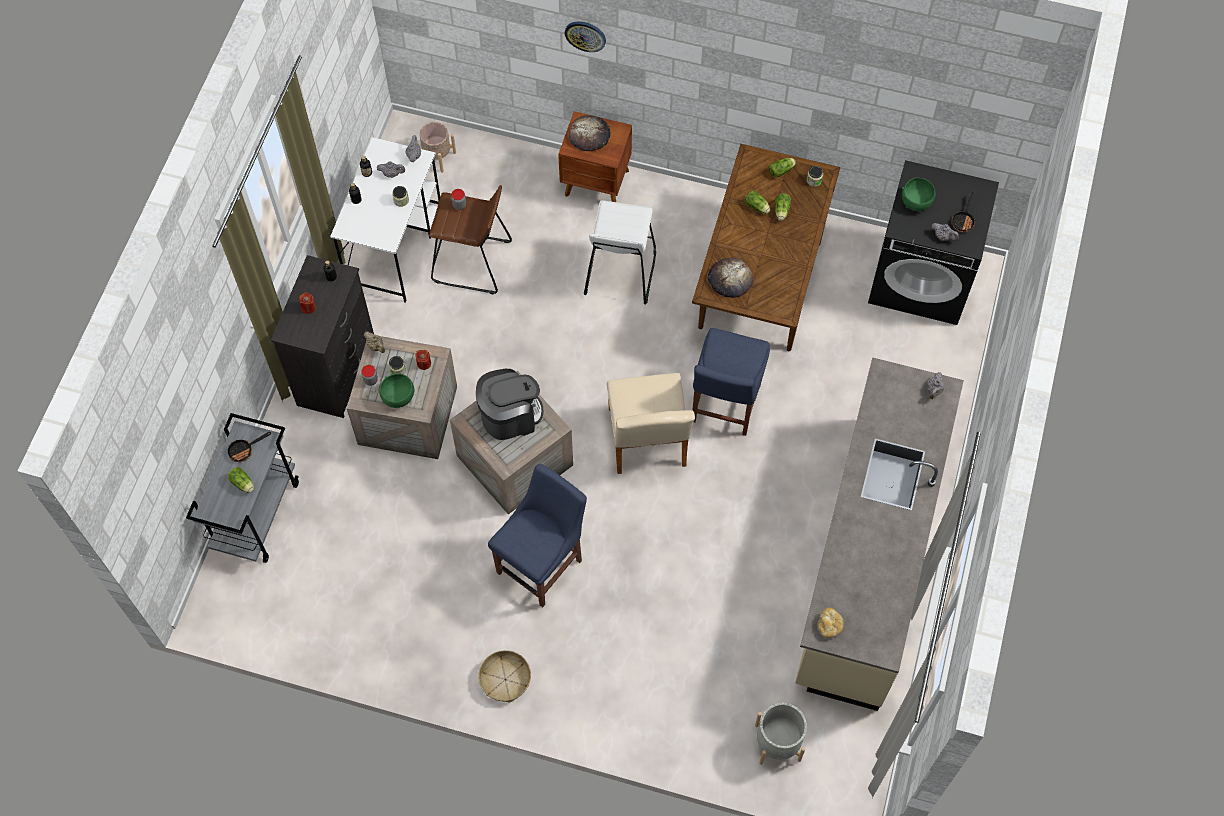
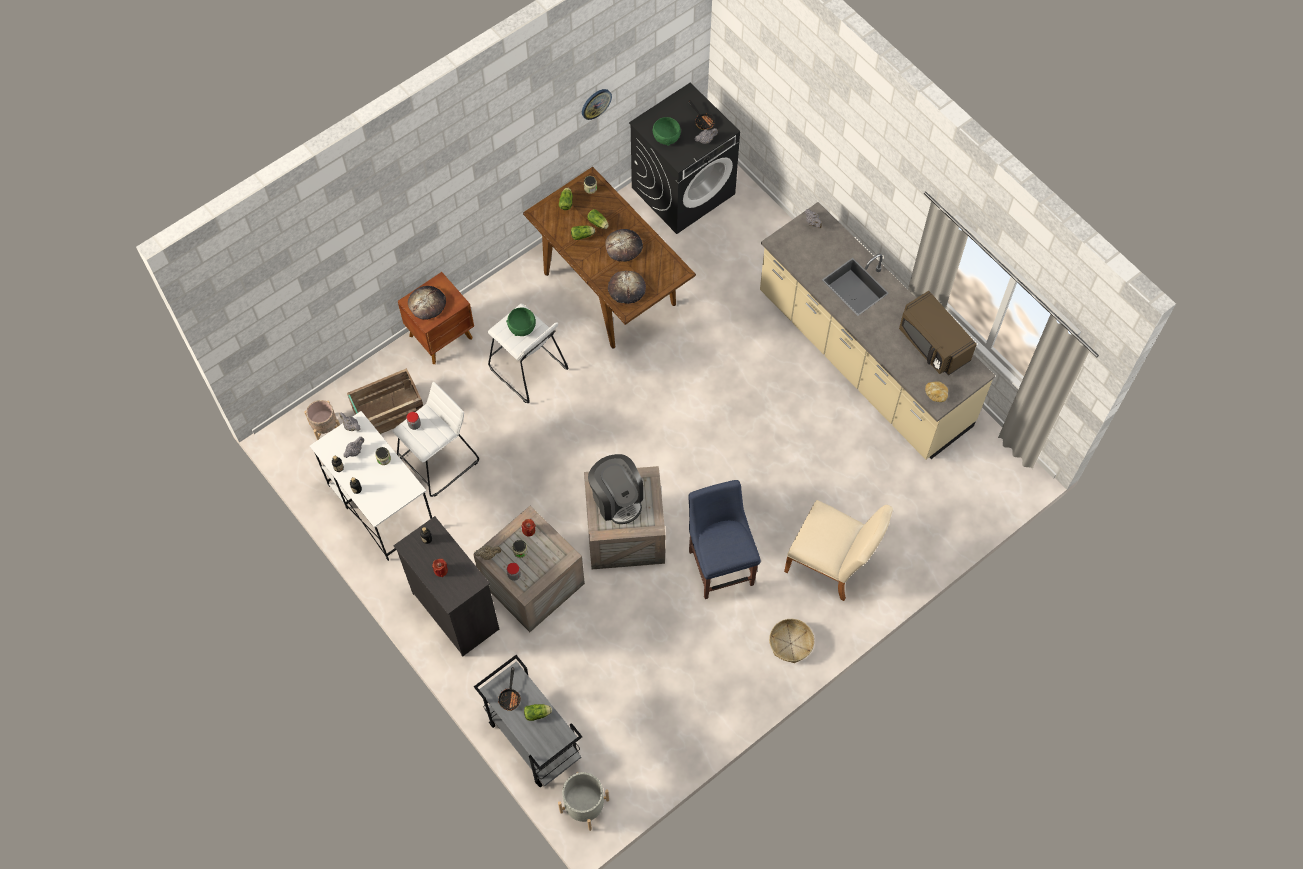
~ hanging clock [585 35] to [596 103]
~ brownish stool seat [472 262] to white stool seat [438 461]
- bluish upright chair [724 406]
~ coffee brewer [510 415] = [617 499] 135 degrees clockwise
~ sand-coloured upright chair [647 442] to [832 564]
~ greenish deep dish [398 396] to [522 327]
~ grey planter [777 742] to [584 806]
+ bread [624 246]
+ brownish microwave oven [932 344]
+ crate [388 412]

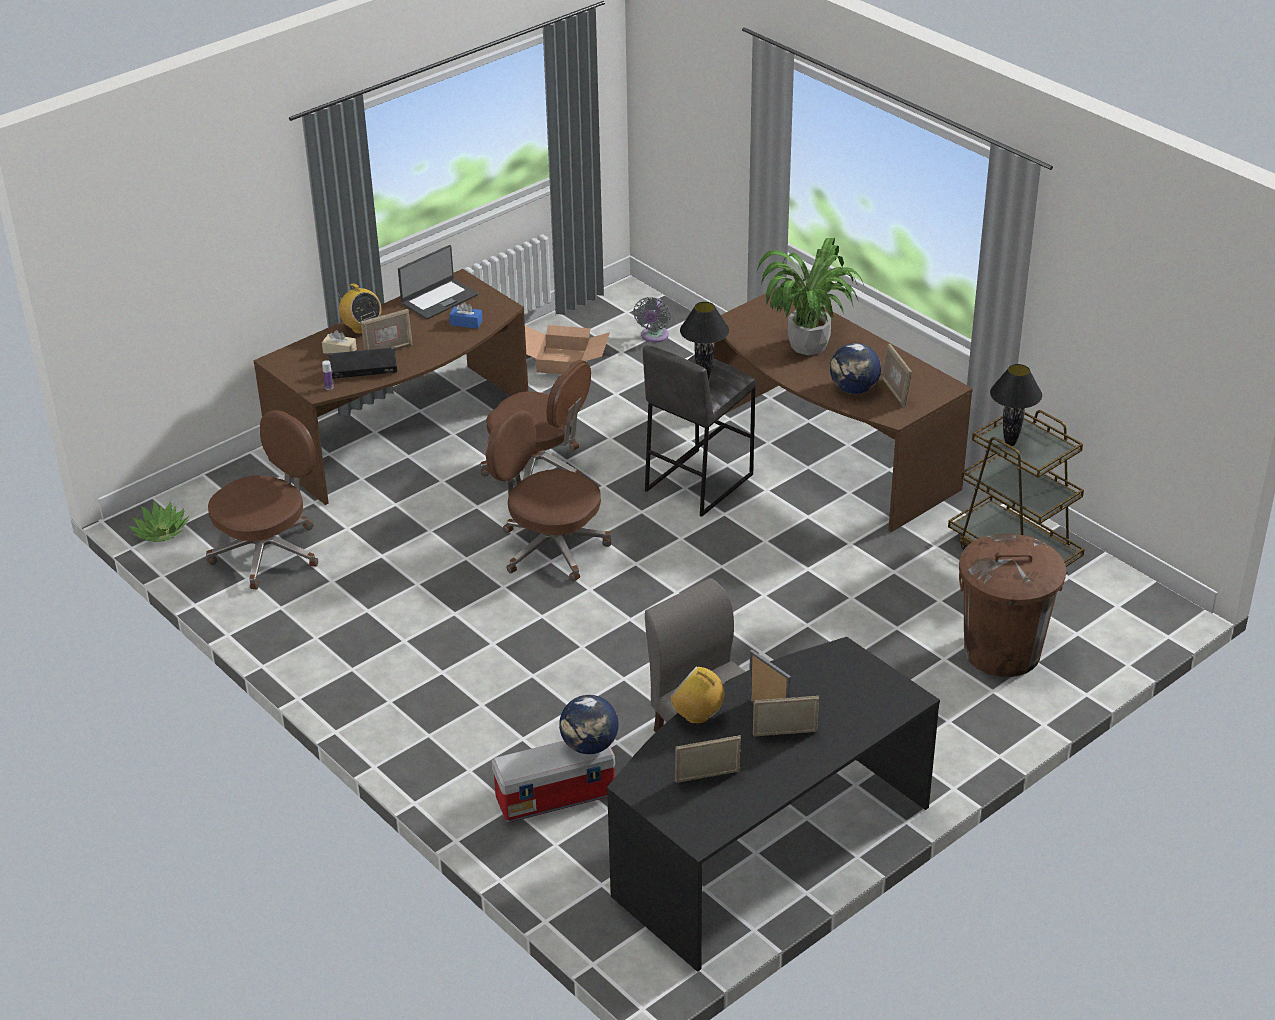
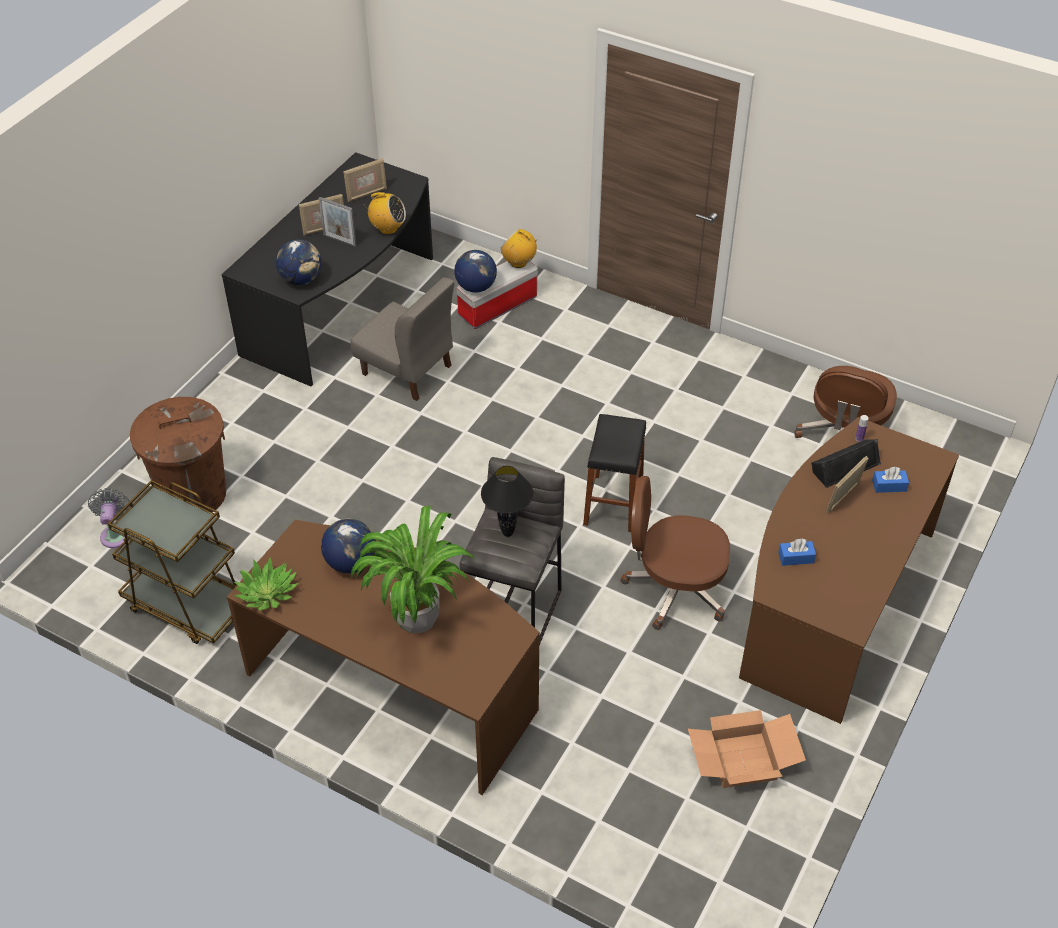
- laptop [439 299]
~ radio [362 328] to [519 262]
~ grey electric fan [654 337] to [115 533]
~ sand-coloured tissue box [339 351] to bluish tissue box [889 486]
- standing frame [895 392]
- blackish table lamp [1010 443]
~ brownish desk chair [550 547] to blackish stool seat [613 503]
~ houseplant [161 532] to [267 592]
+ desk globe [301 279]

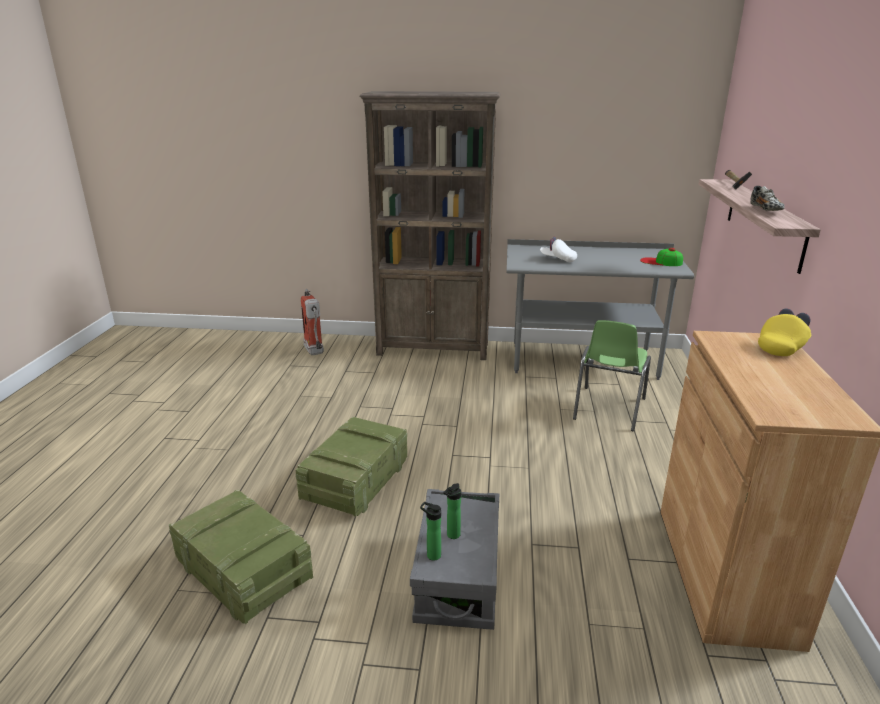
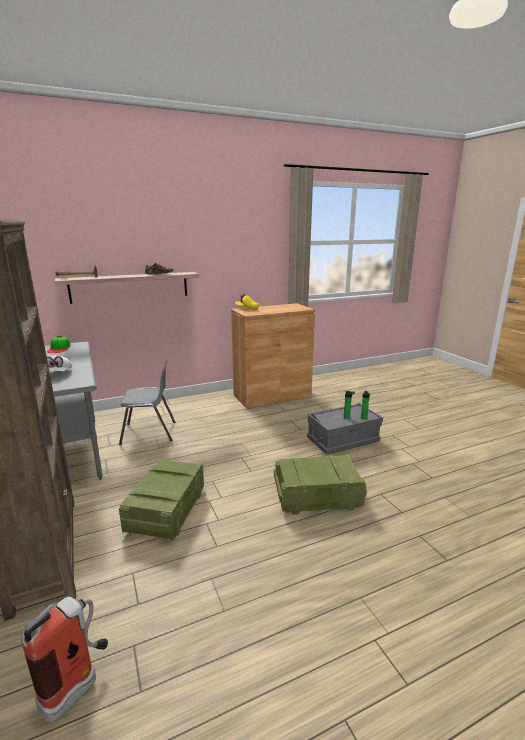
~ greenish upright chair [608 409] to grey upright chair [149 433]
~ crate [242 572] to [166 512]

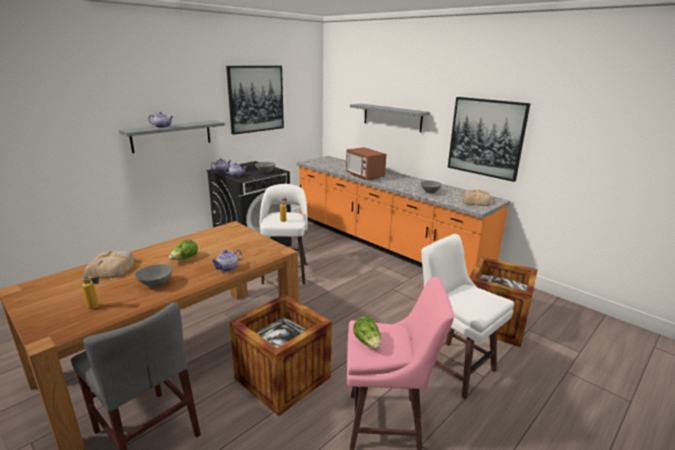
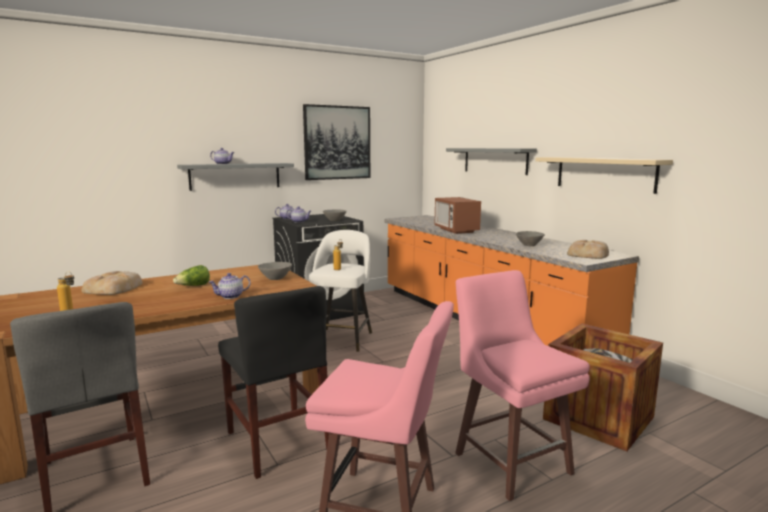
~ picture [486 138] to sand-coloured shelf [604 174]
~ white stool seat [453 367] to pinkish stool seat [511 461]
~ grey deep dish [155 284] to [275 278]
~ crate [282 377] to blackish upright chair [278 441]
- head of lettuce [368 342]

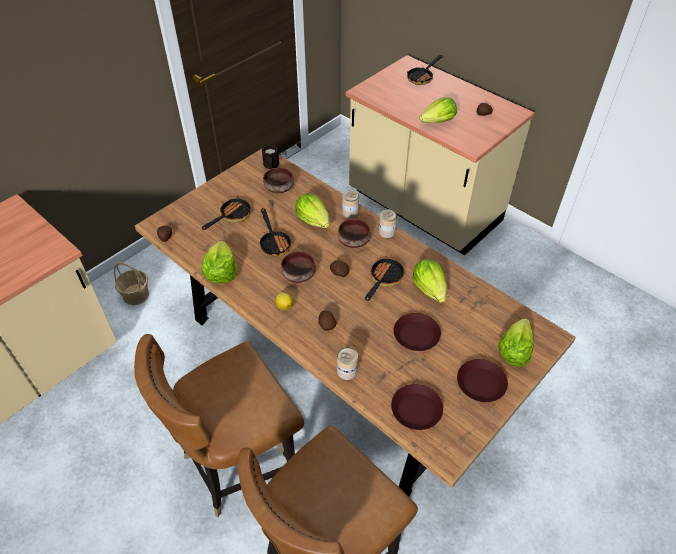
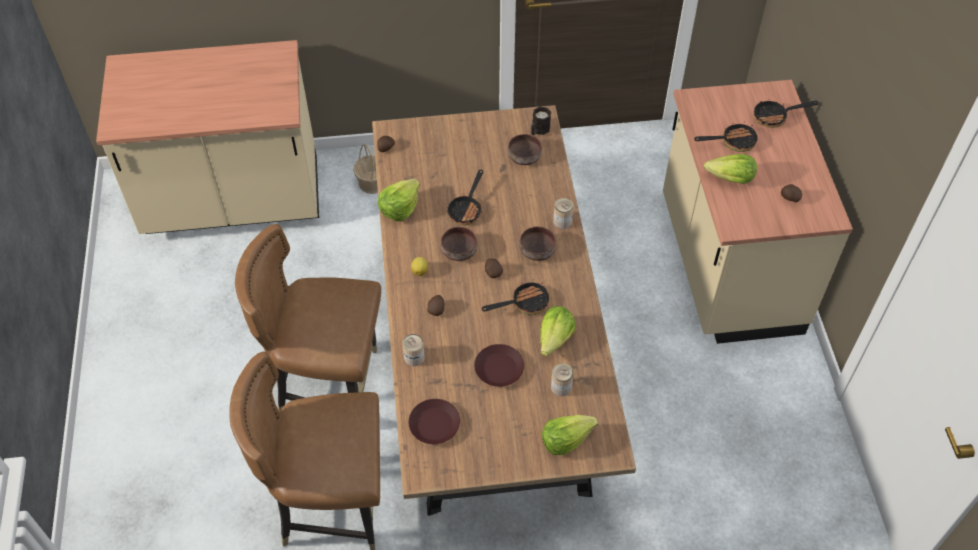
- head of lettuce [314 220]
~ frying pan [232 216] to [733 142]
~ sealed can [387 232] to [561 387]
- brownish plate [480 383]

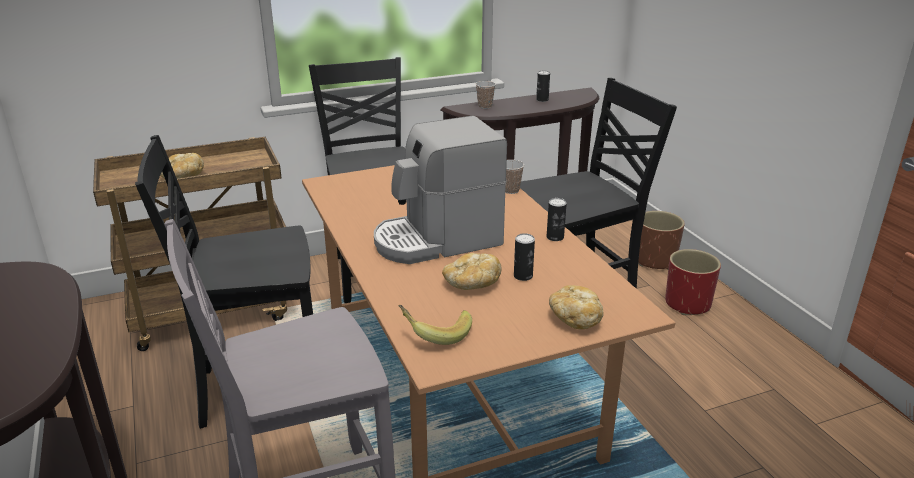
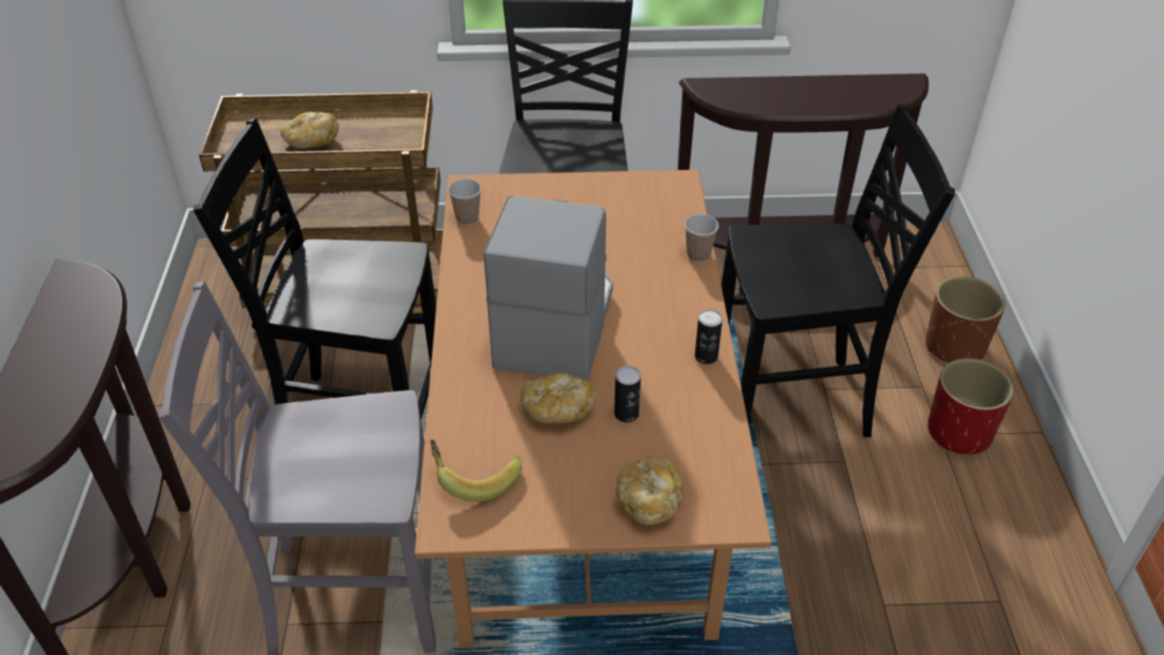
- sealed can [542 100]
~ cup [485 106] to [467 218]
~ coffee brewer [437 240] = [555 325] 105 degrees clockwise

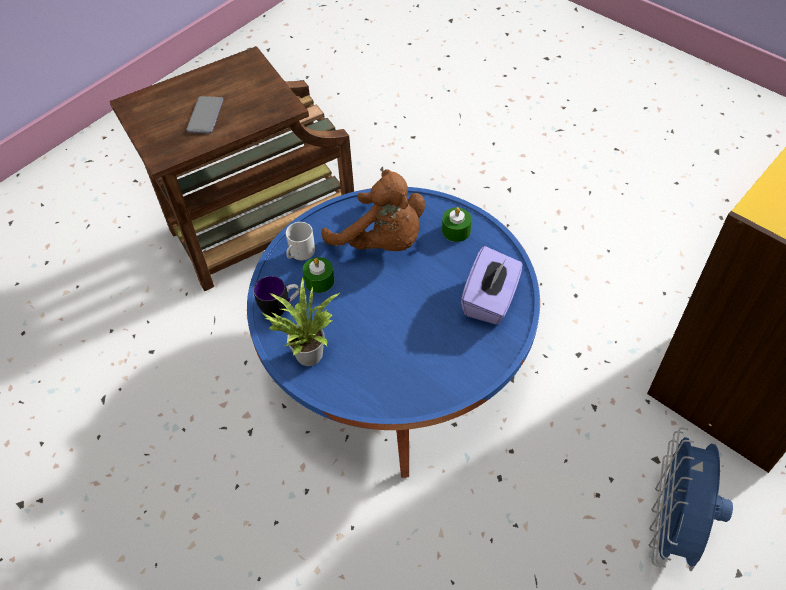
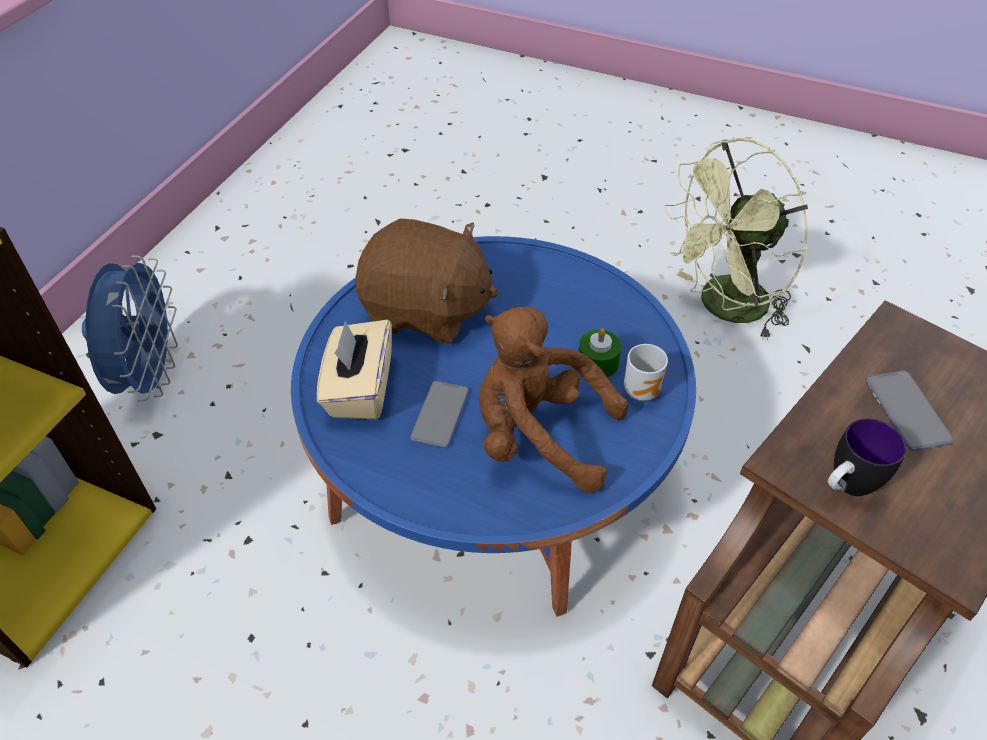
- greenish wax candle [456 230]
~ purple tissue box [490 300] to sand-coloured tissue box [359 389]
~ tea mug [281 308] to [845 487]
- houseplant [307 352]
+ greenish electric fan [723 308]
+ brownish cuddly toy [426 311]
+ telephone [440 415]

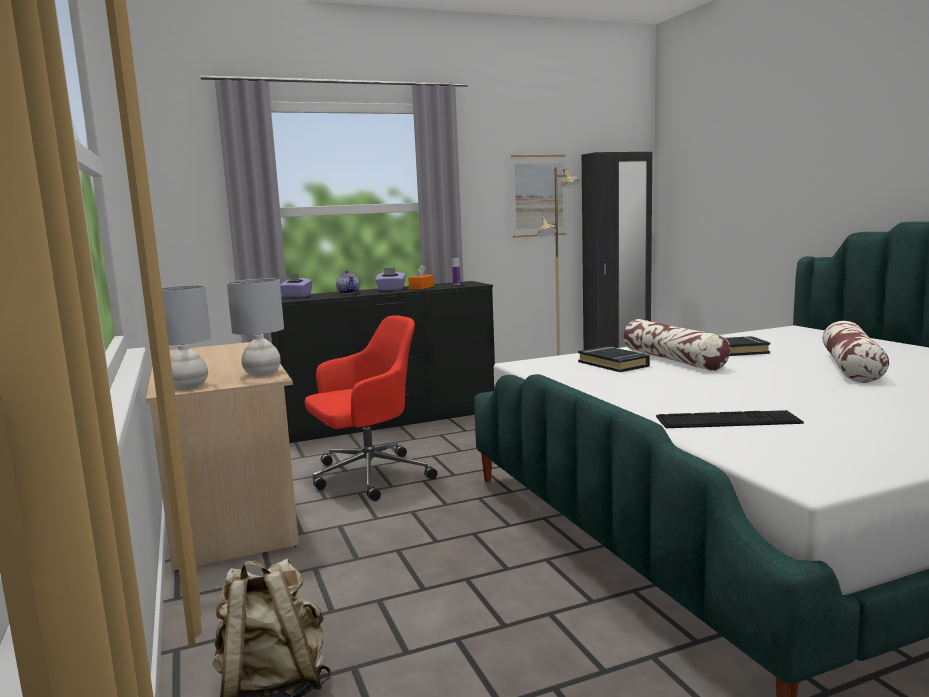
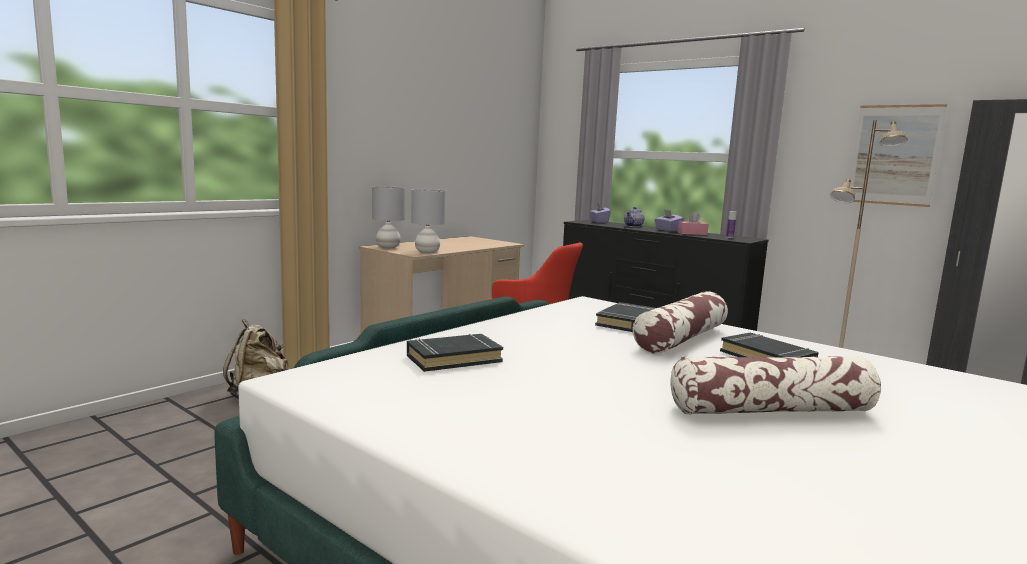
~ orange tissue box [421 287] to pinkish tissue box [692 233]
~ keyboard [727 420] to blackish volume [453 358]

